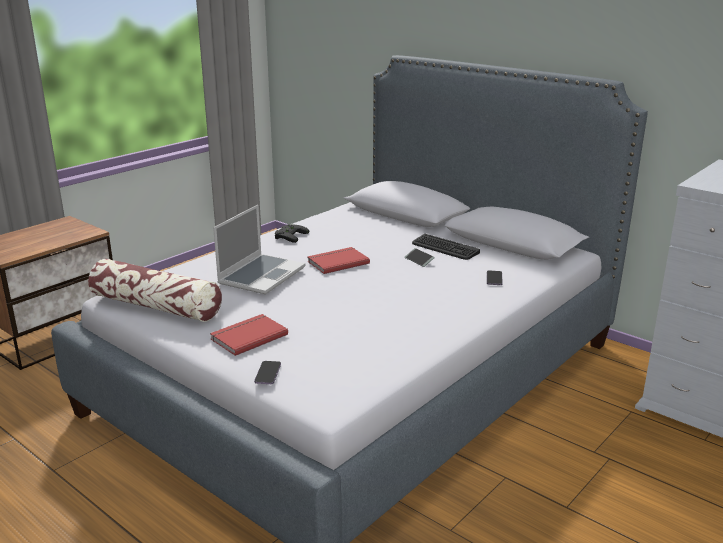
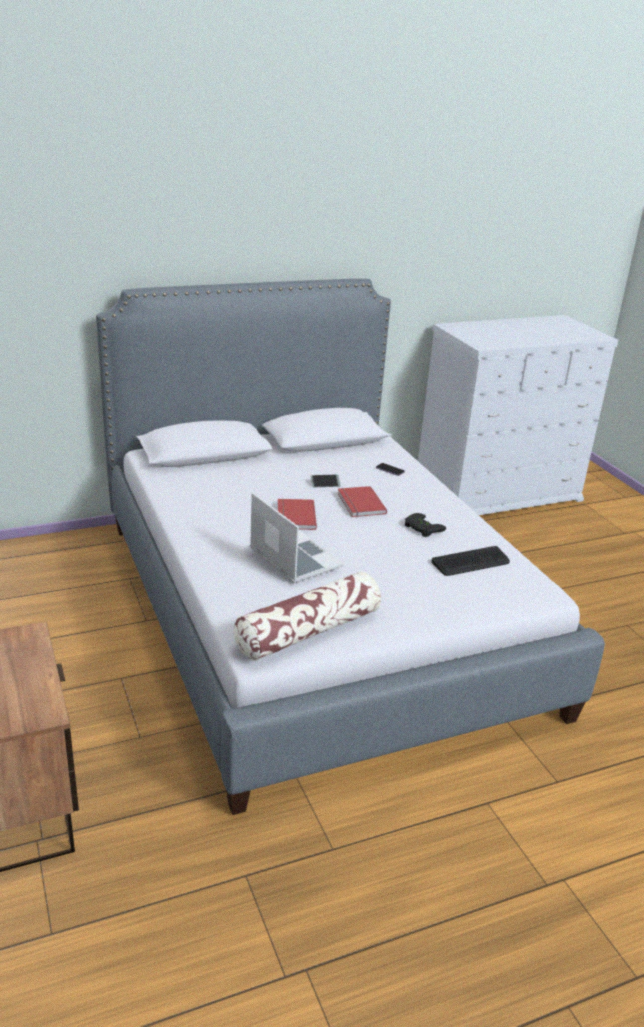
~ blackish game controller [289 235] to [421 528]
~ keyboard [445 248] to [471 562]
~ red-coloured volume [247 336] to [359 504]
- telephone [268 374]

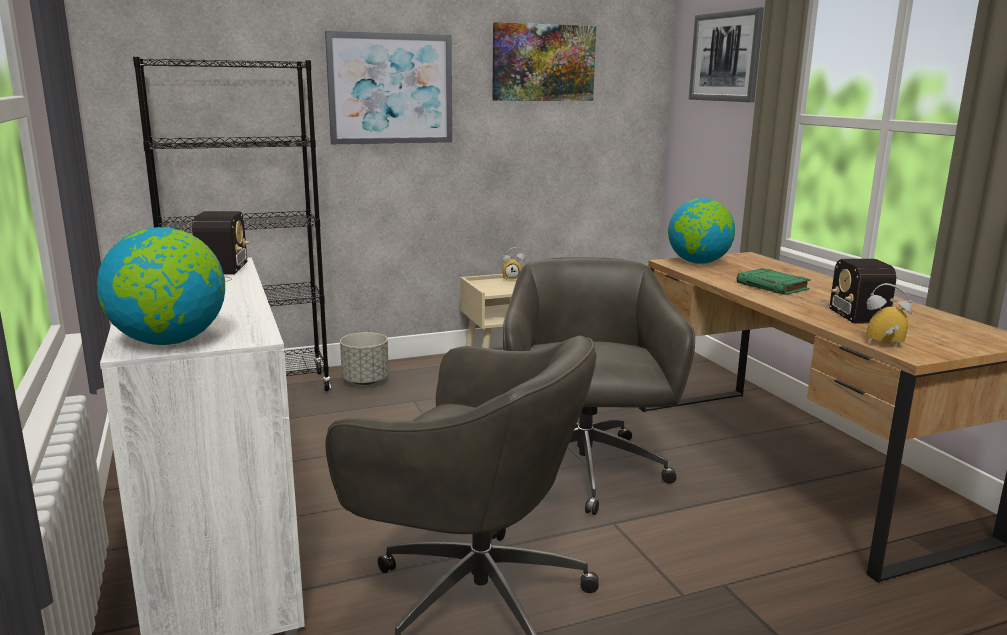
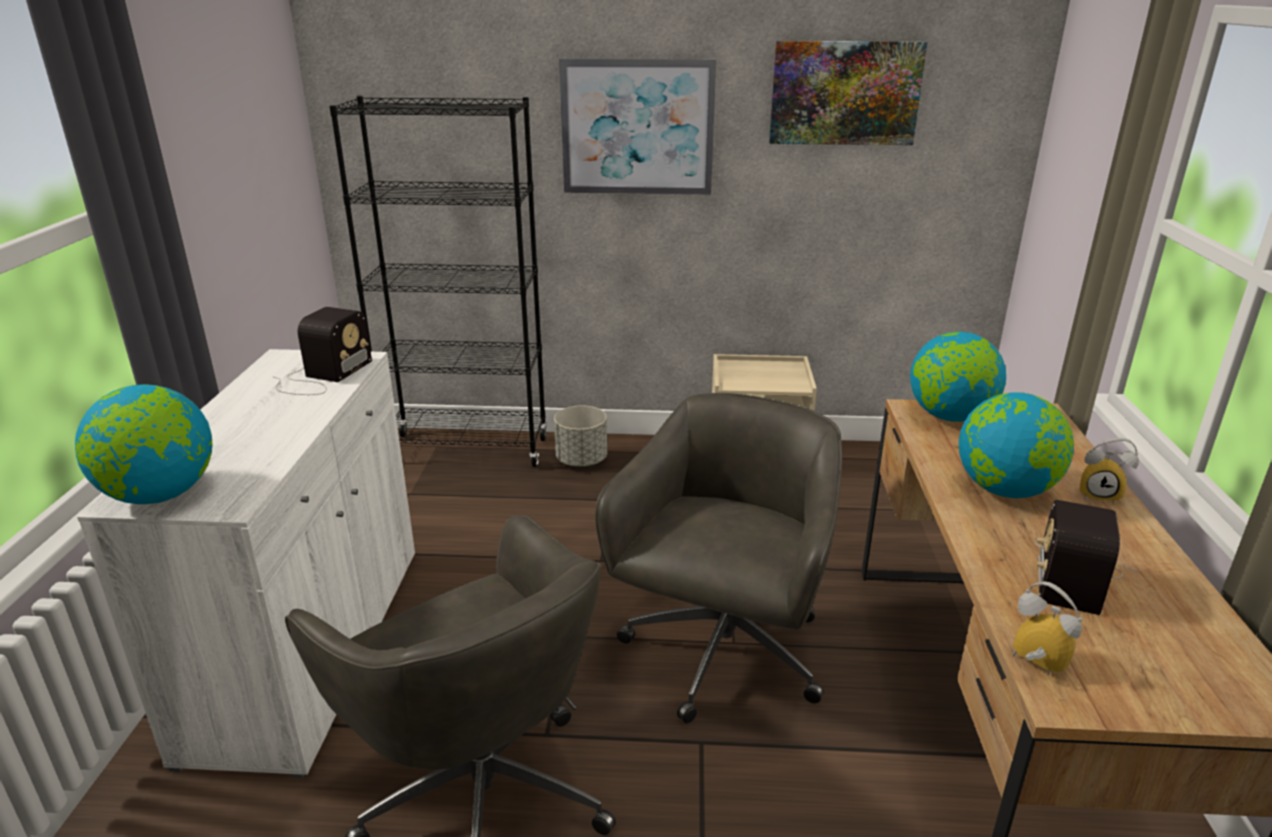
- picture [725 56]
~ alarm clock [512 279] to [1099 495]
~ greenish volume [773 286] to desk globe [1005 490]

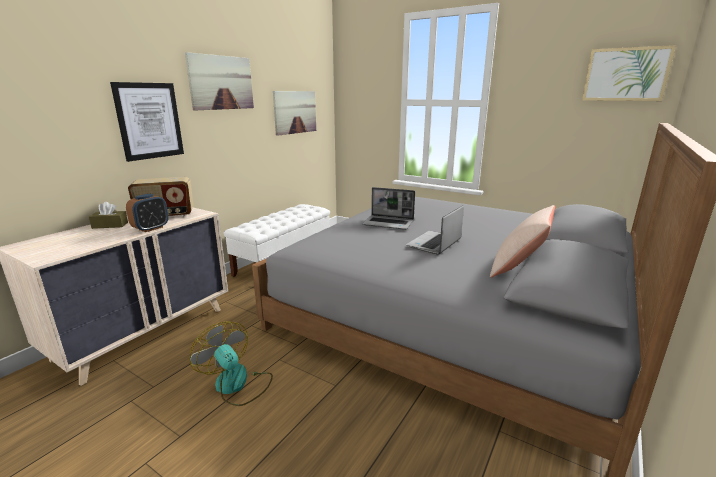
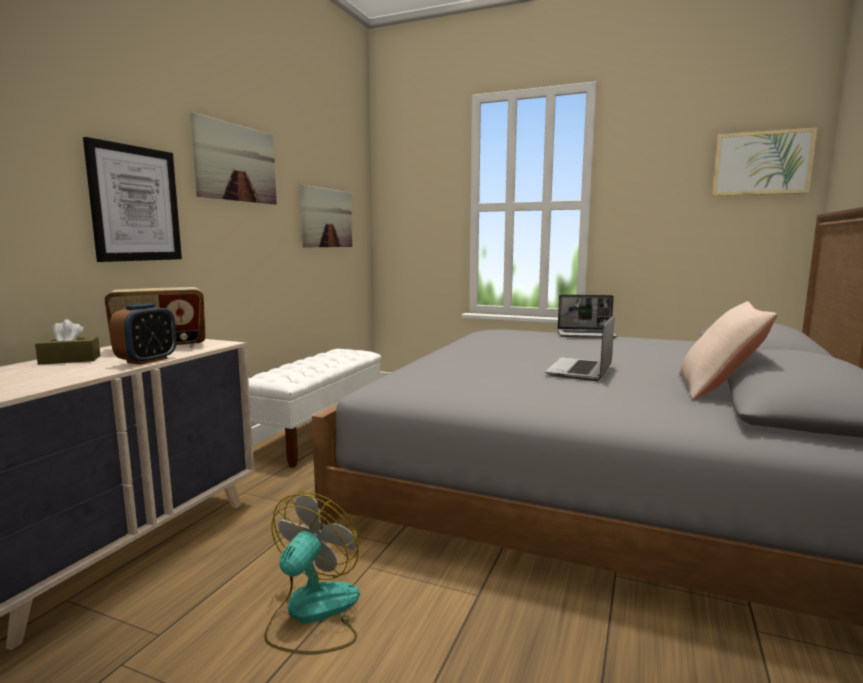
~ laptop [389 223] to [586 335]
~ electric fan [237 385] = [312 614] 75 degrees clockwise

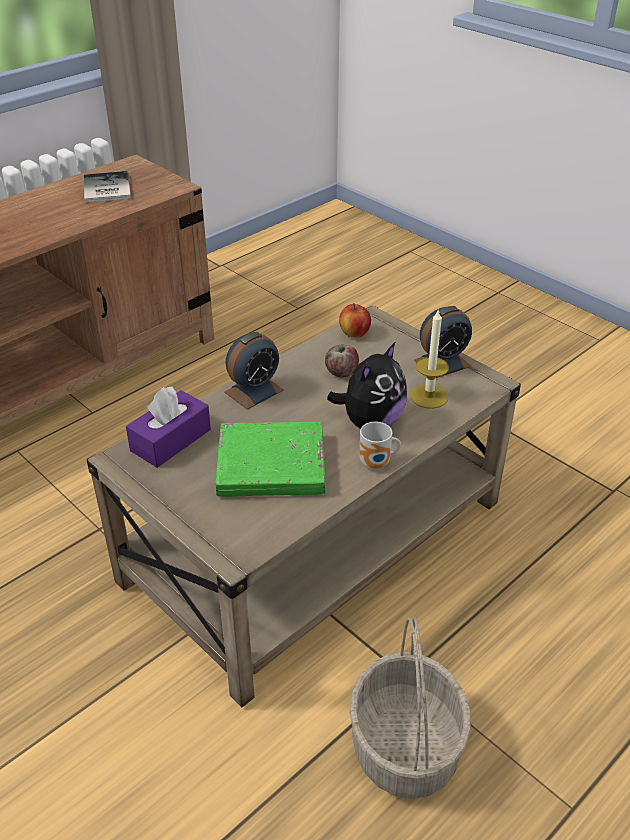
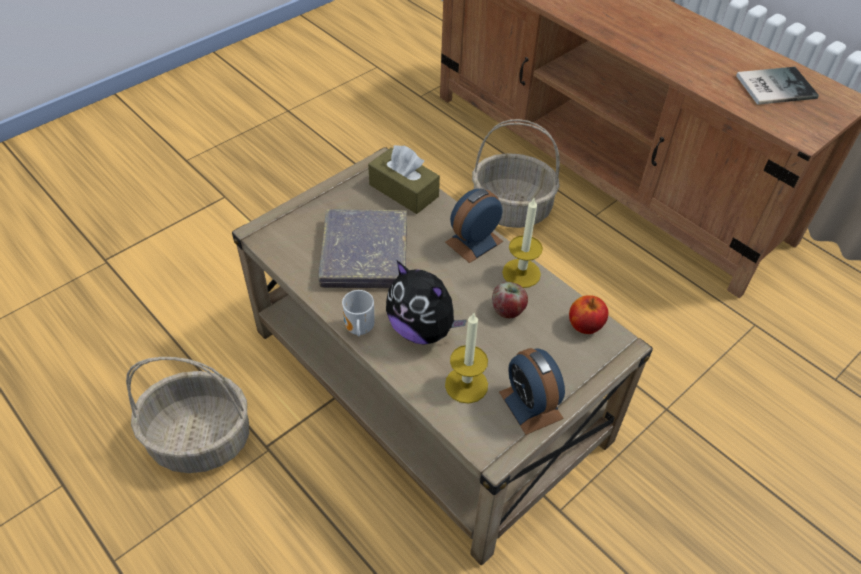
~ alarm clock [254 391] = [474 242] 90 degrees clockwise
~ purple tissue box [171 440] to brownish tissue box [403 190]
~ greenish volume [271 465] to grey volume [364 254]
+ basket [512 209]
+ wax candle [521 273]

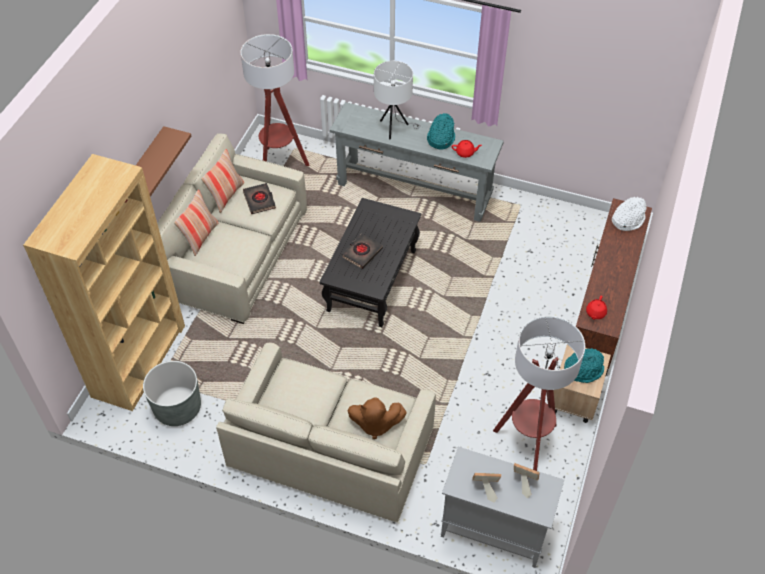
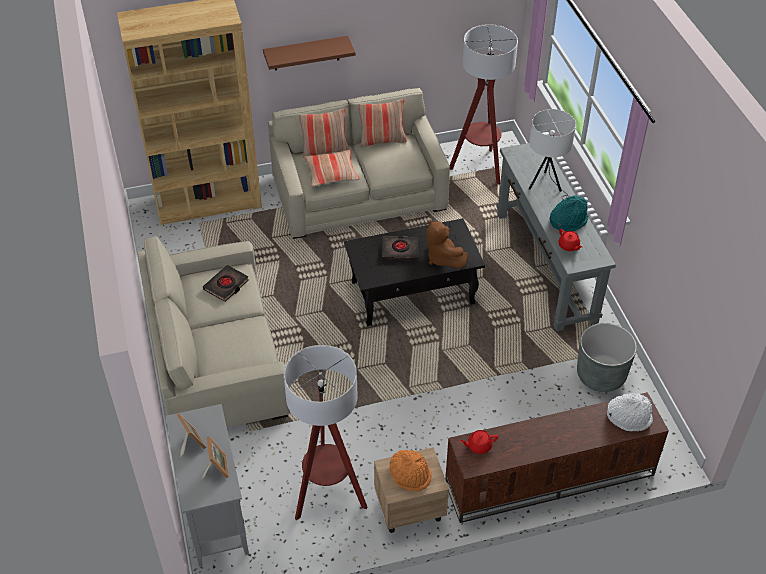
~ blackish volume [259 200] to [226 285]
~ turquoise wearable hat [583 370] to orange wearable hat [410 474]
~ grey planter [177 408] to [601 375]
~ brownish cuddly toy [375 424] to [442 258]
+ cushion [331 173]

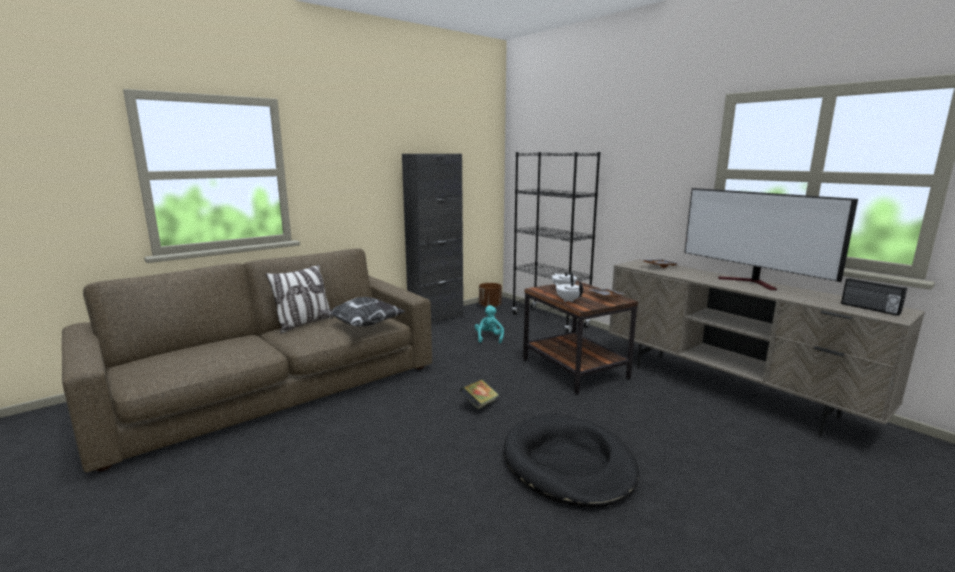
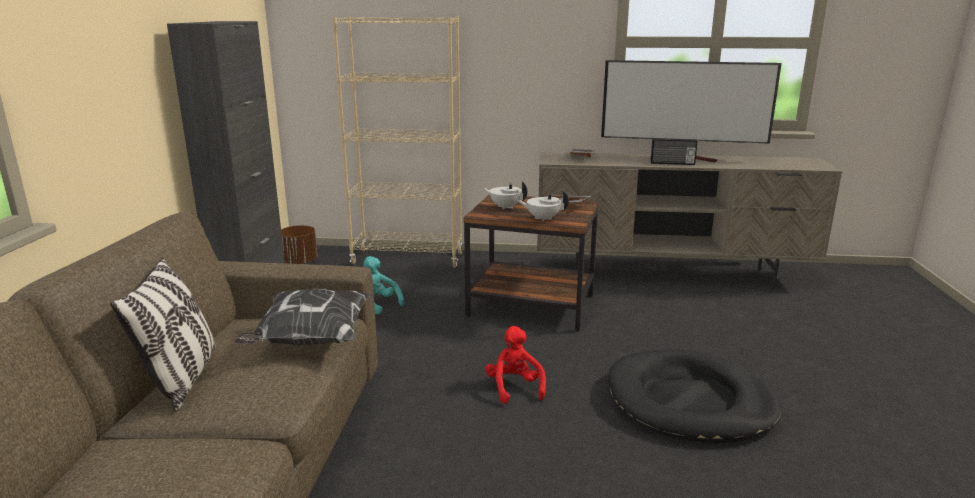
~ blackish bookcase [549 321] to sand-coloured bookcase [408 258]
~ radio [869 309] to [672 163]
~ volume [479 404] to red-coloured cuddly toy [514 388]

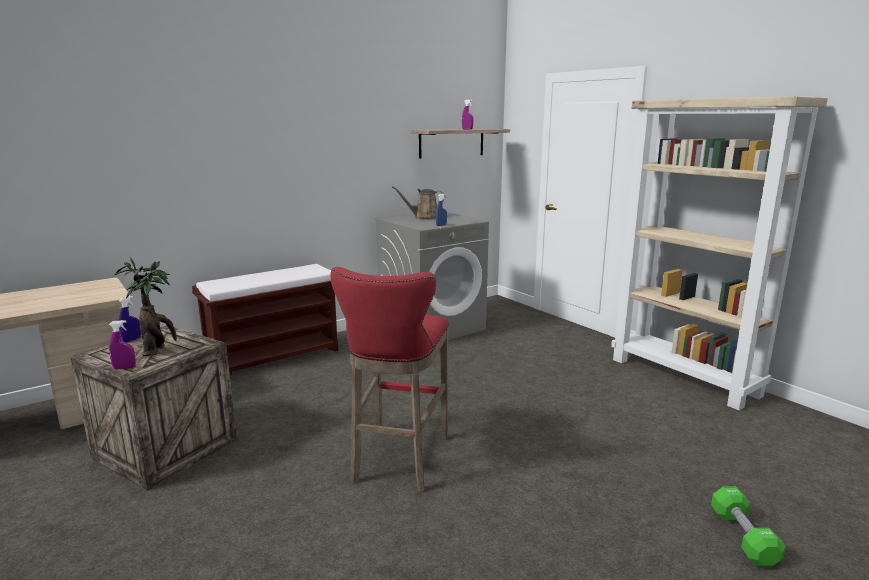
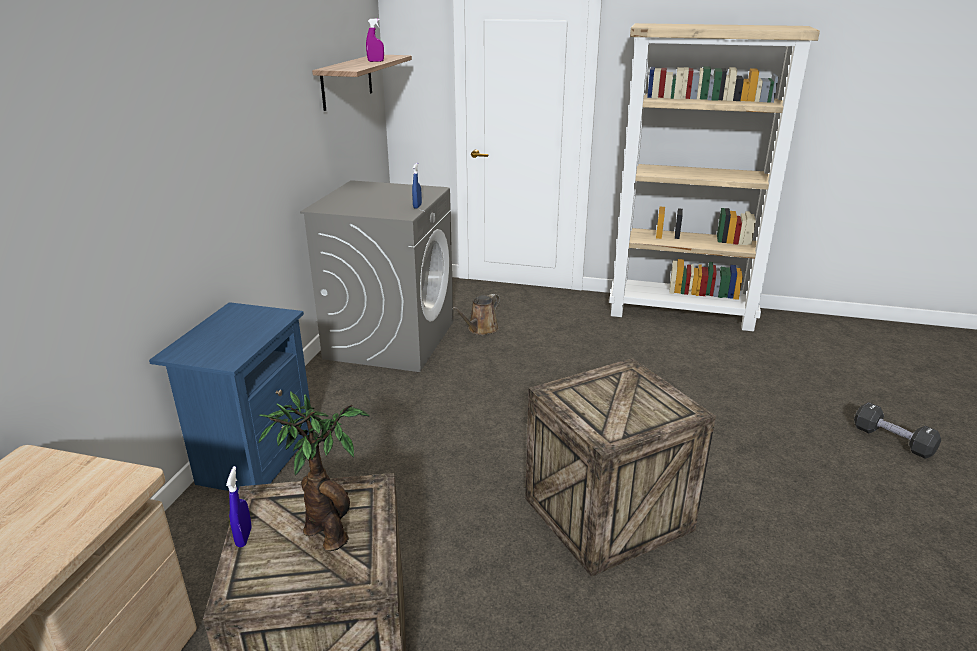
~ brownish watering can [424 217] to [481 329]
~ brownish long seat [275 357] to bluish night table [255 459]
~ red-coloured stool seat [399 461] to crate [607 516]
- purple spray bottle [124 368]
~ greenish dumbbell [743 537] to blackish dumbbell [892 440]

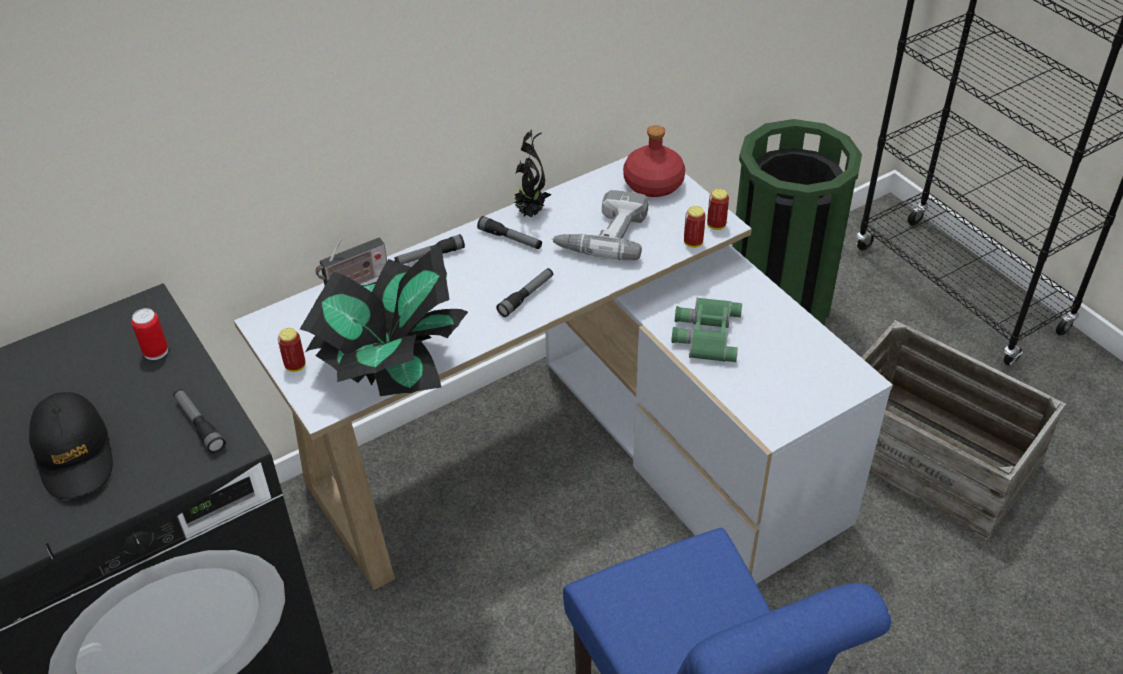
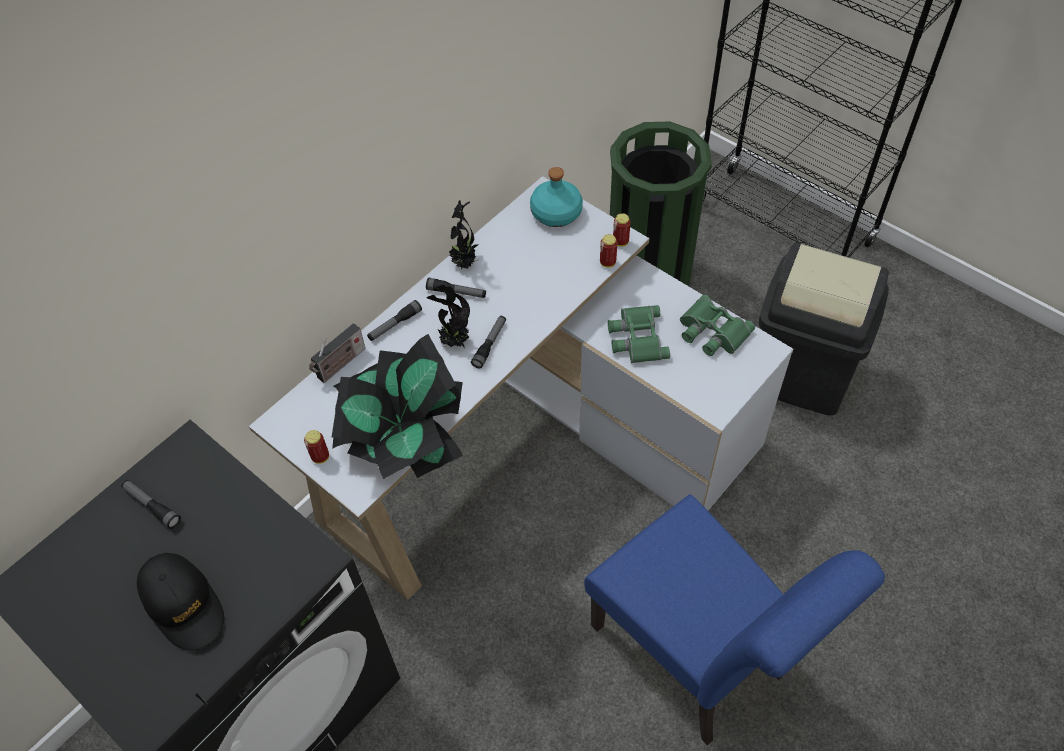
~ red-coloured bottle [652 184] to turquoise bottle [555 213]
- electric drill [603 234]
- sealed can [155 351]
~ crate [931 455] to blackish rubbish bin [801 373]
~ hand torch [199 425] to [152 506]
+ houseplant [453 342]
+ greenish pair of binoculars [711 332]

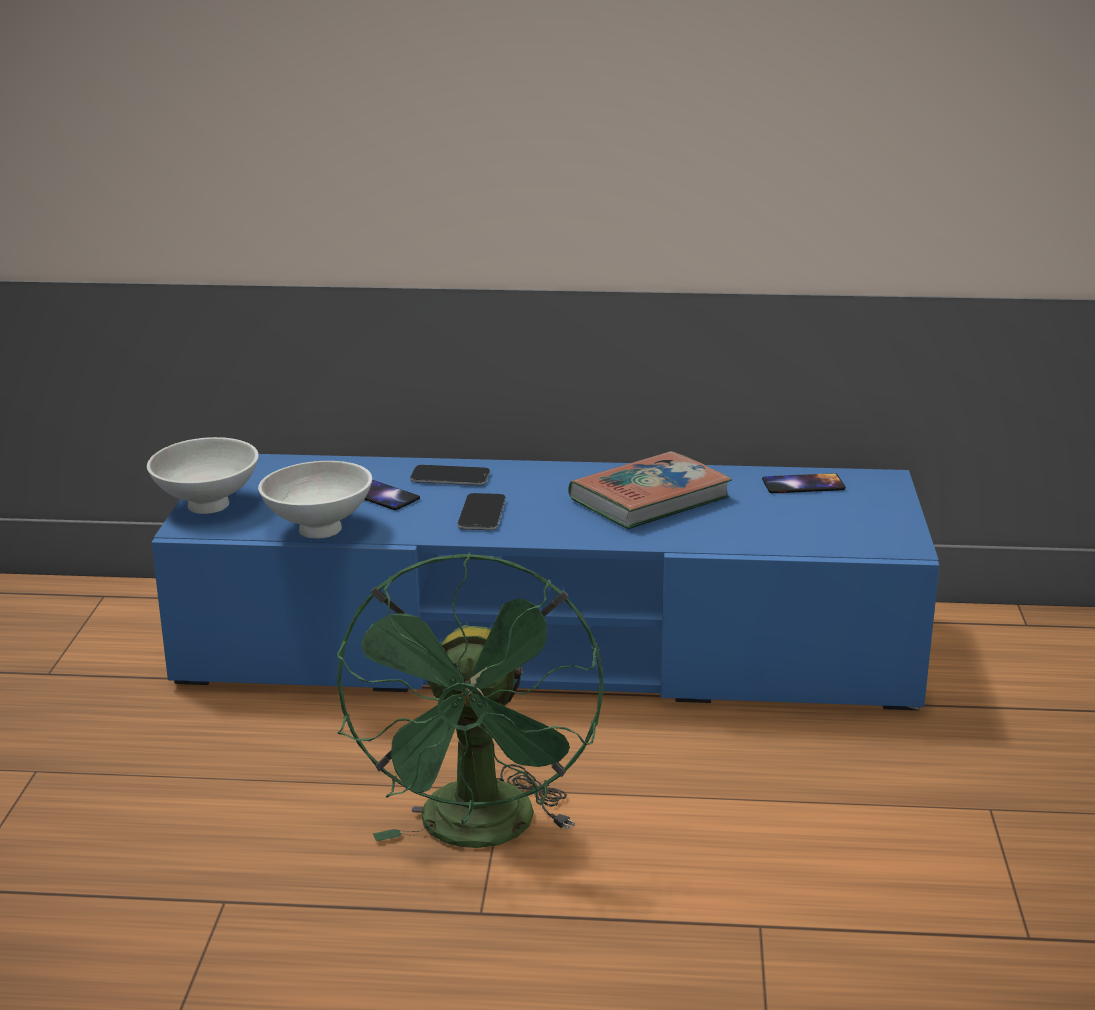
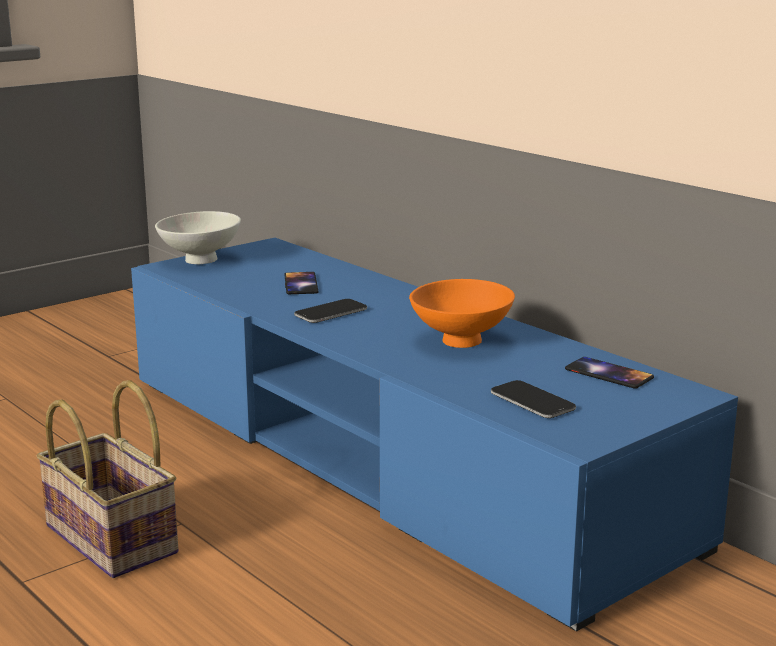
~ volume [649 499] to orange deep dish [462 342]
- white deep dish [317 531]
~ telephone [450 477] to [532 401]
~ greenish electric fan [480 833] to basket [116 540]

